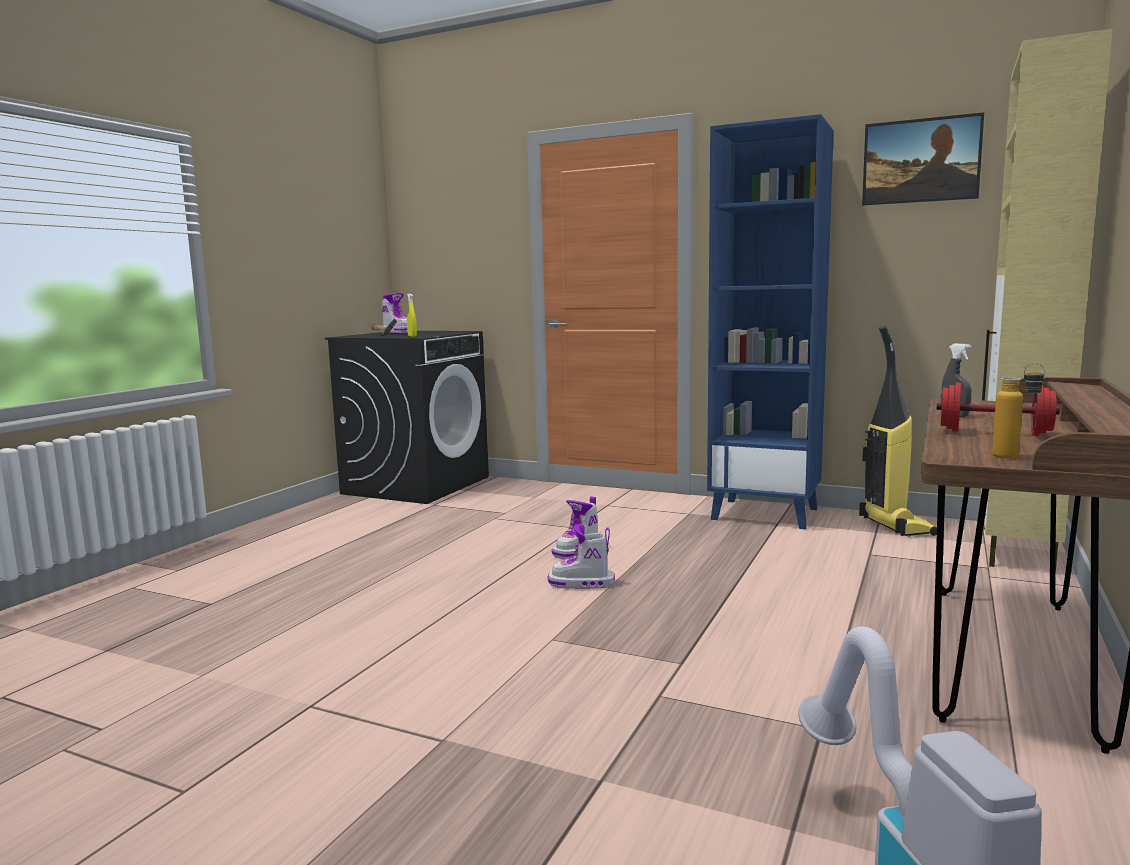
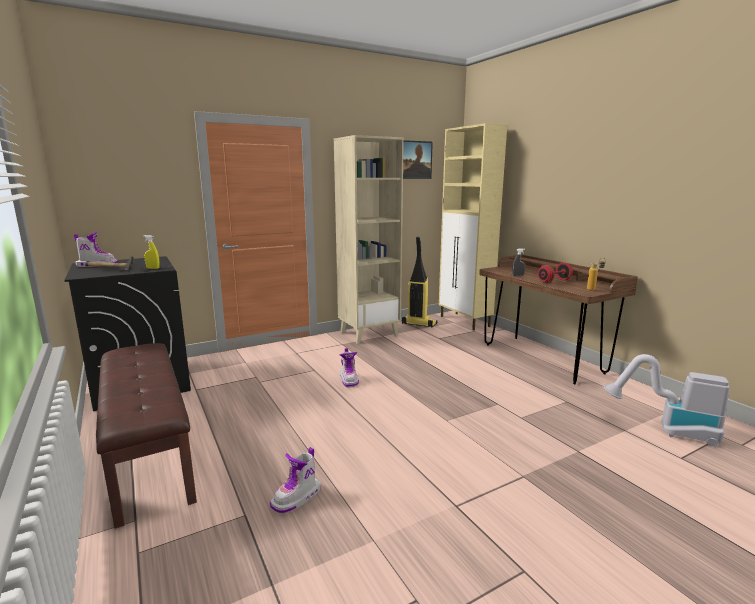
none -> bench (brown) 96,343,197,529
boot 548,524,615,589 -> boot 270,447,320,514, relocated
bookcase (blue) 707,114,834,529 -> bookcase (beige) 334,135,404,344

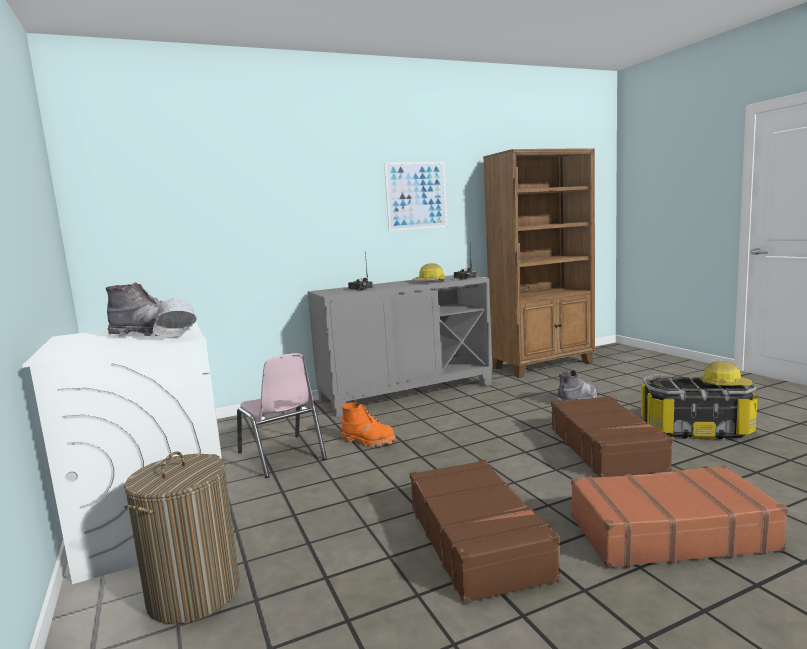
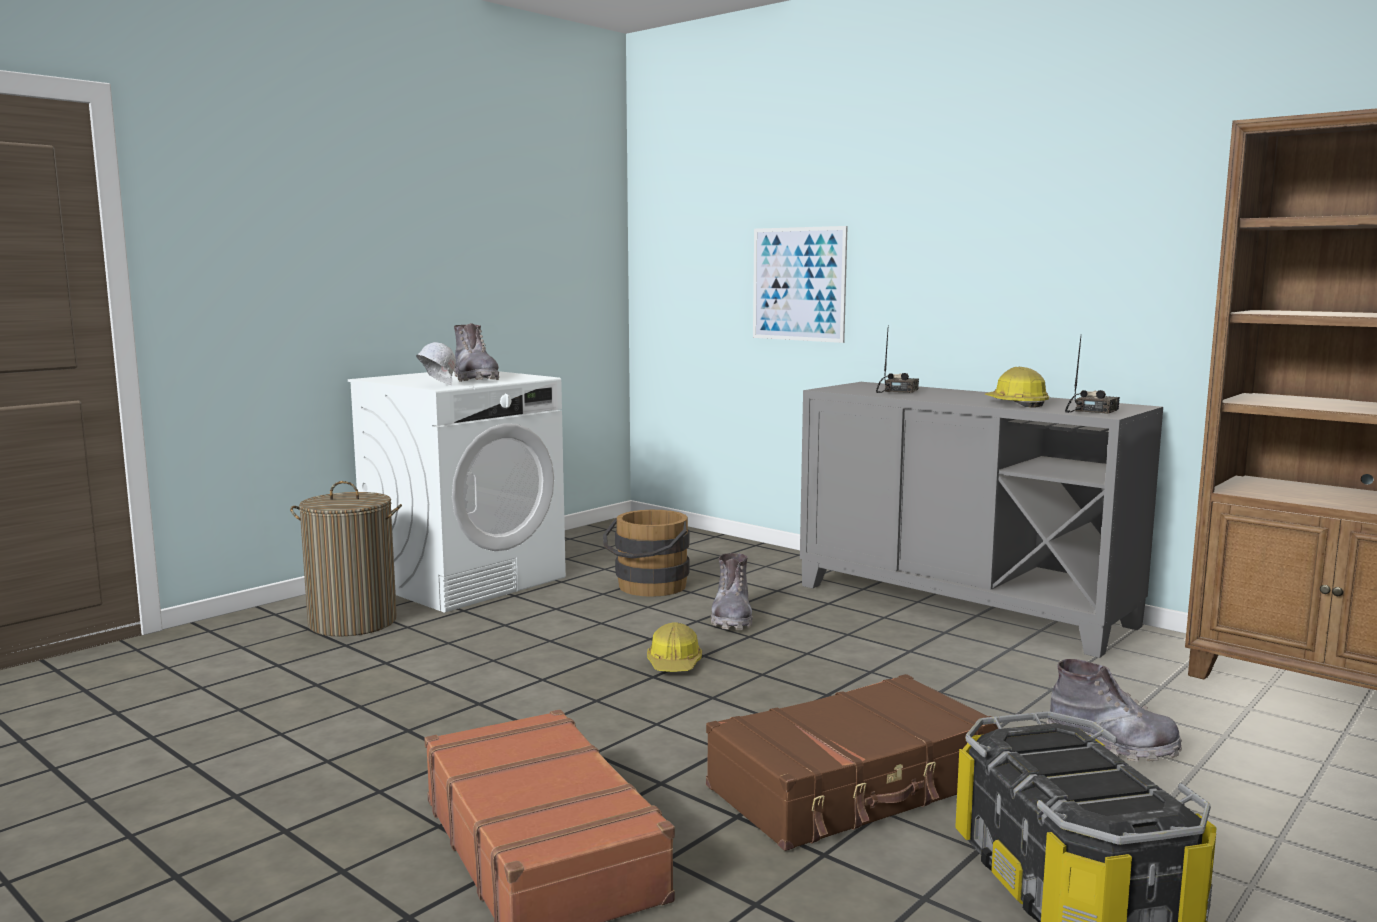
chair (pink) 237,353,327,478 -> bucket (brown) 603,510,689,597
hard hat 700,361,753,386 -> hard hat 647,622,702,672, relocated
boot (orange) 341,402,396,447 -> boot (grey) 711,553,753,630
picture 384,162,448,231 -> picture 753,226,848,343, relocated
suitcase (brown) 410,460,560,604 -> none

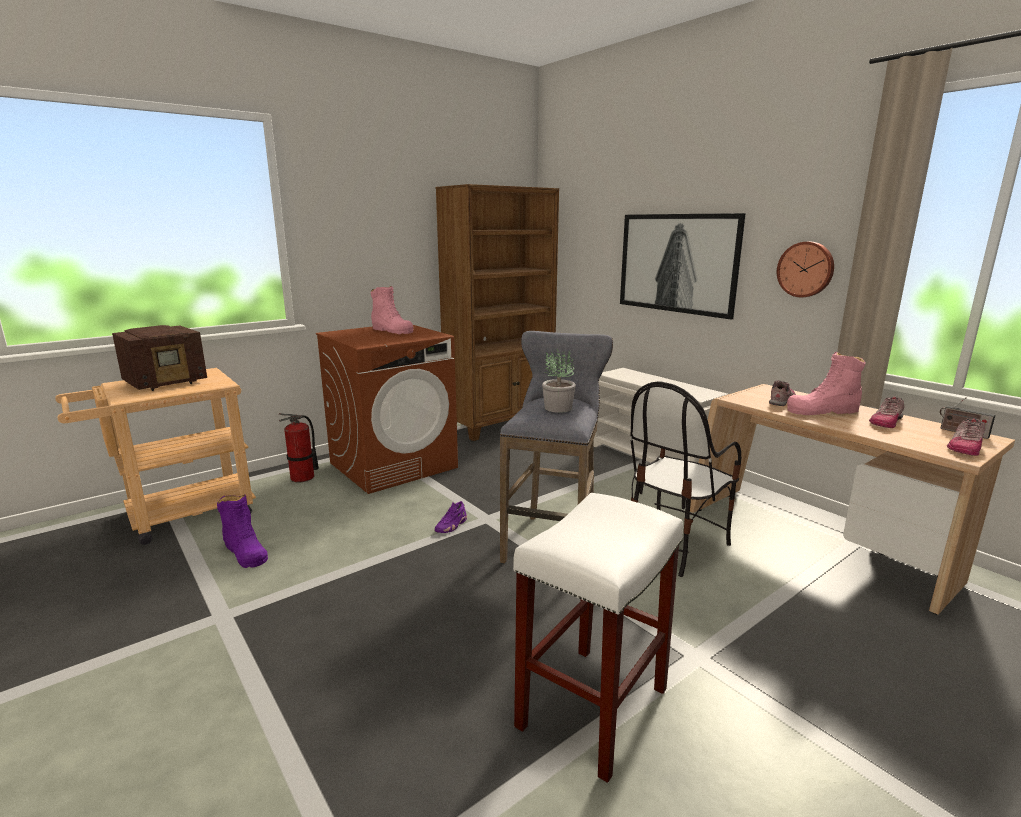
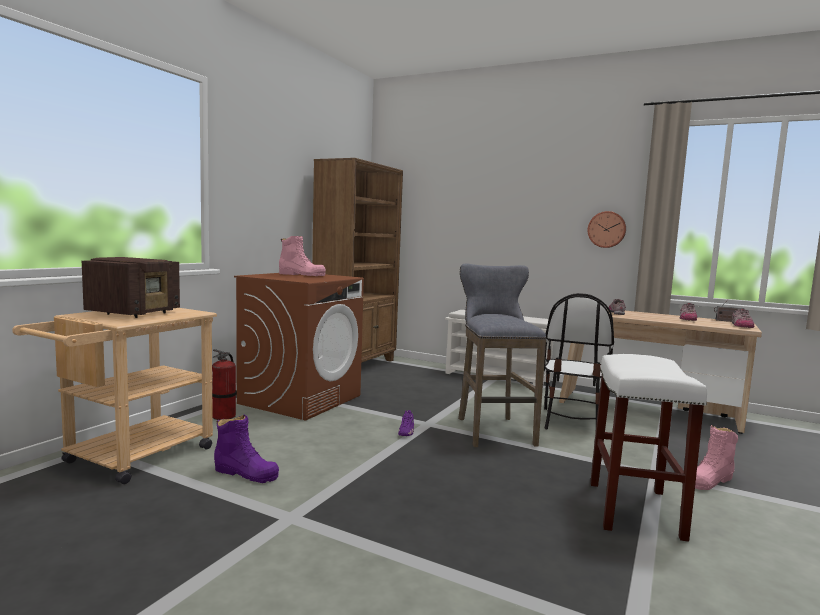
boot (pink) 787,352,865,415 -> boot (pink) 695,425,738,490, relocated
potted plant 542,348,576,413 -> none
picture 620,213,746,320 -> none

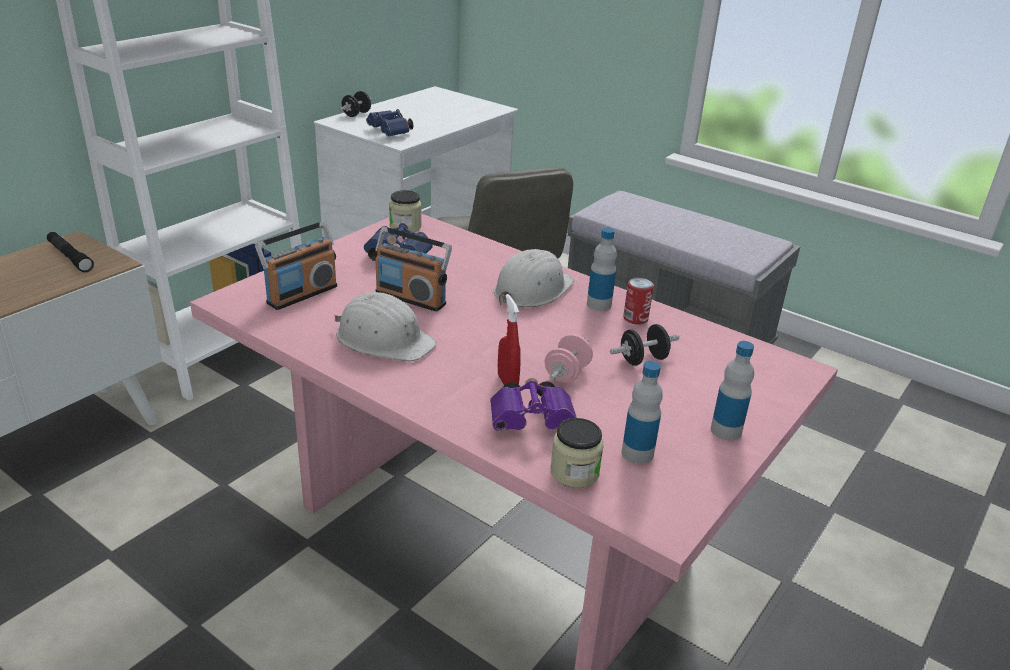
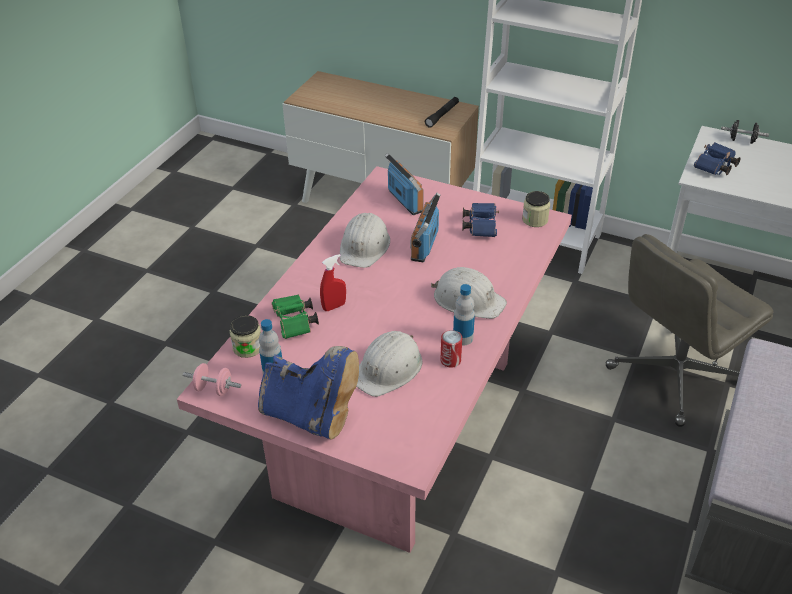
dumbbell (pink) 545,334,593,383 -> dumbbell (pink) 183,363,241,396, relocated
bottle 711,341,754,440 -> boot (blue) 258,346,359,439
binoculars (purple) 490,378,577,431 -> binoculars (green) 272,294,319,339
dumbbell (black) 610,324,679,366 -> hard hat (white) 356,331,422,397
radio 255,221,337,310 -> radio 385,153,424,215, 150 degrees counterclockwise

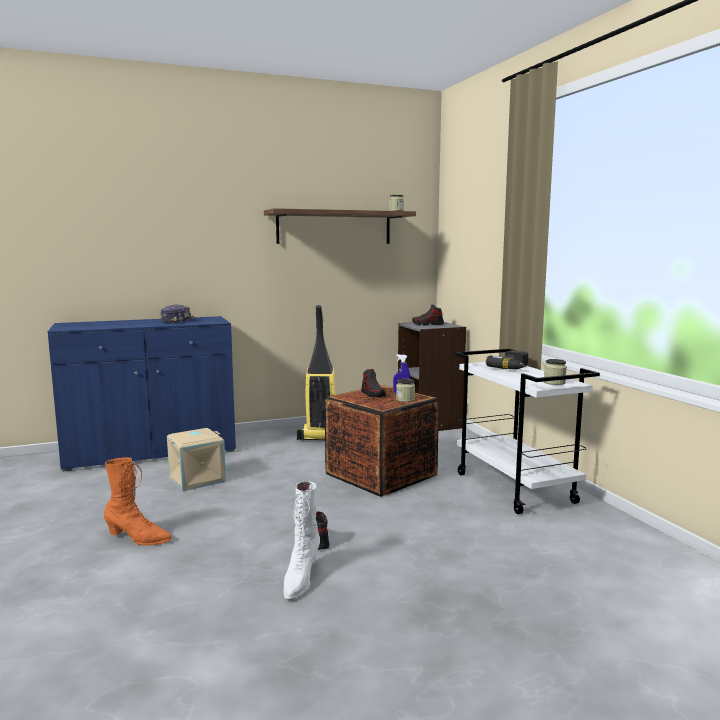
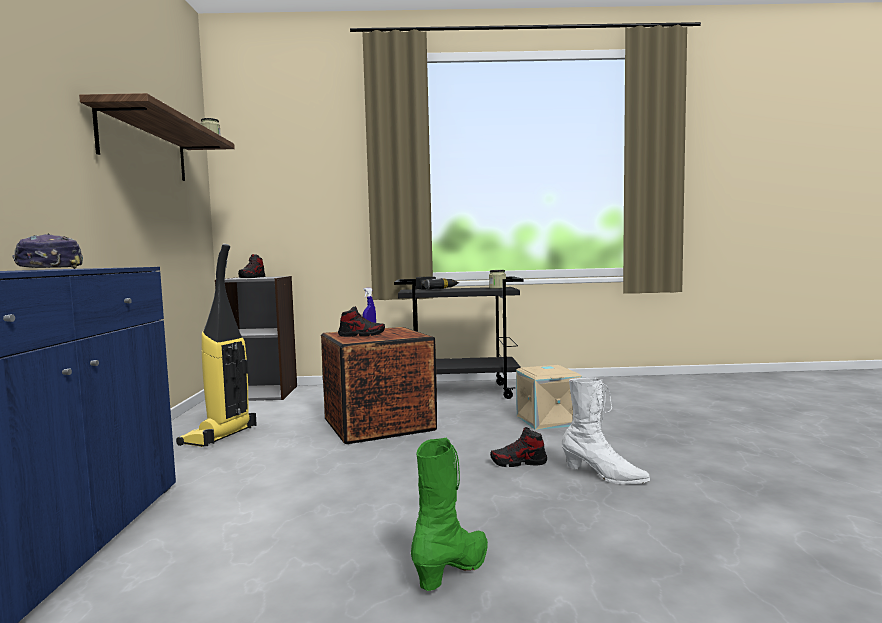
cart (white) 455,349,600,514 -> cart (black) 394,277,524,399
boot (orange) 104,457,172,546 -> boot (green) 411,437,488,591
storage box (beige) 167,428,226,491 -> storage box (beige) 516,365,582,430, relocated
jar 396,379,415,402 -> none

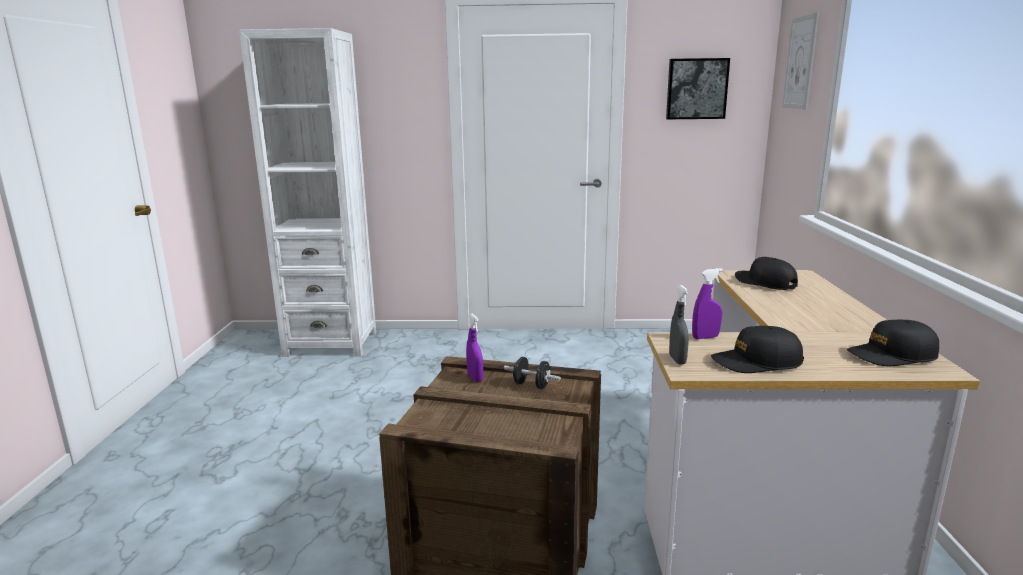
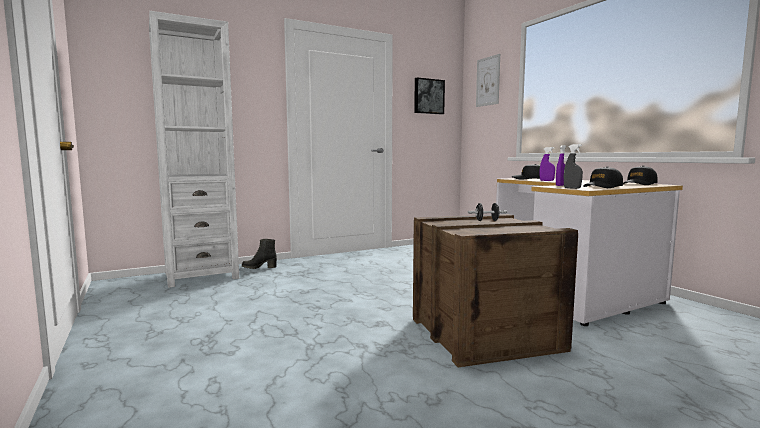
none -> boot (black) 242,239,277,269
spray bottle (purple) 466,314,483,382 -> spray bottle (purple) 540,147,555,181, relocated

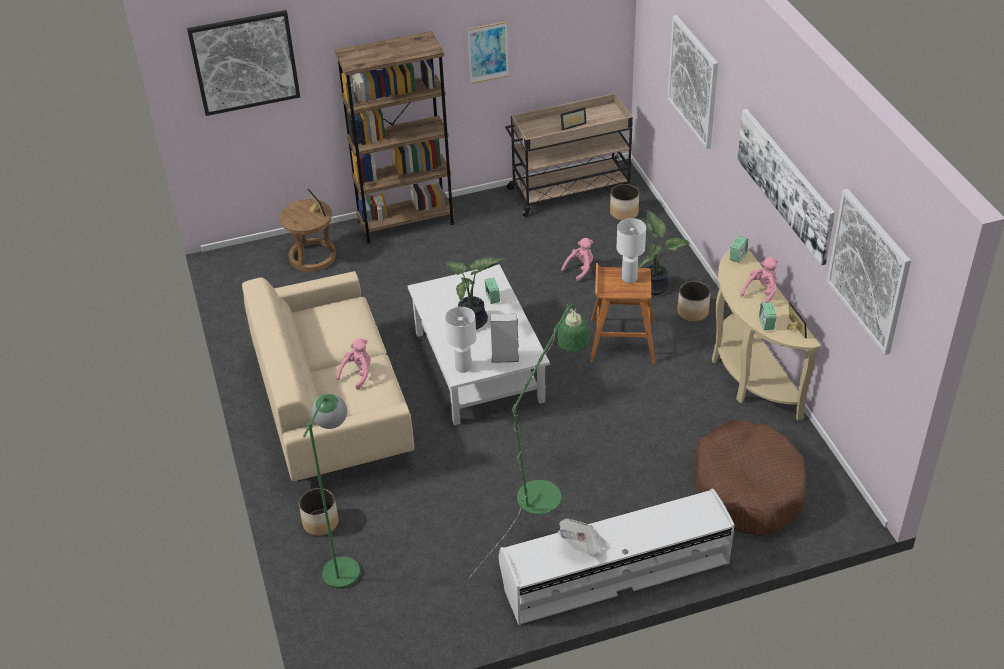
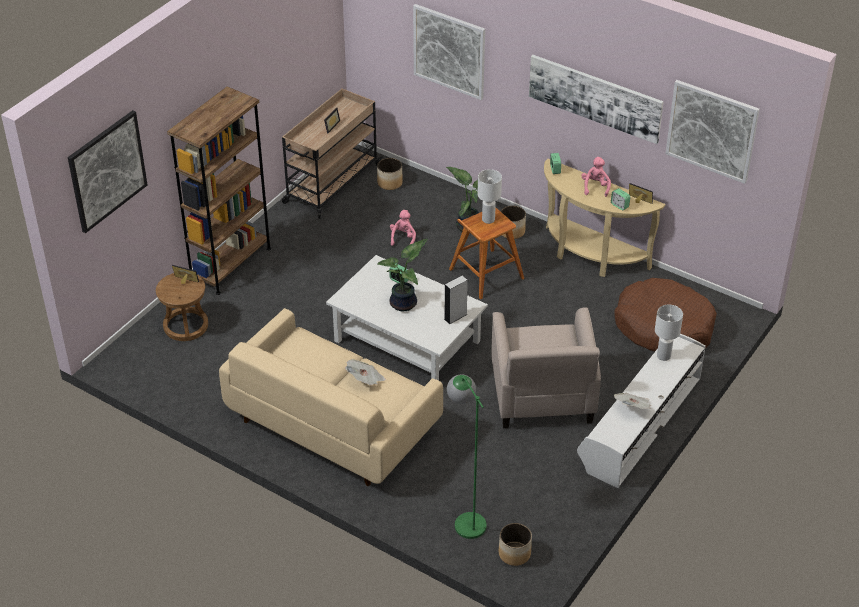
plush toy (pink) 336,338,371,390 -> newspaper 345,359,386,385
floor lamp (green) 468,304,590,579 -> armchair (beige) 491,307,601,428
planter 299,488,339,536 -> planter 499,523,532,566, relocated
table lamp (white) 445,307,476,373 -> table lamp (white) 655,304,683,361, relocated
picture 467,21,509,84 -> none

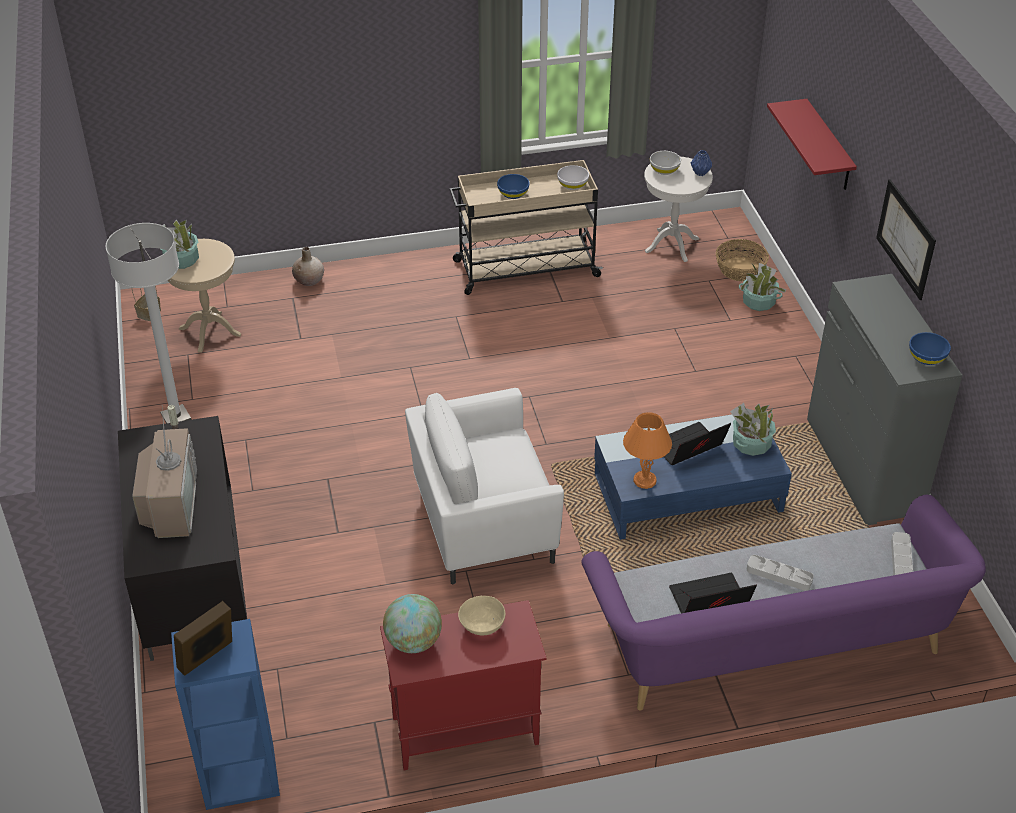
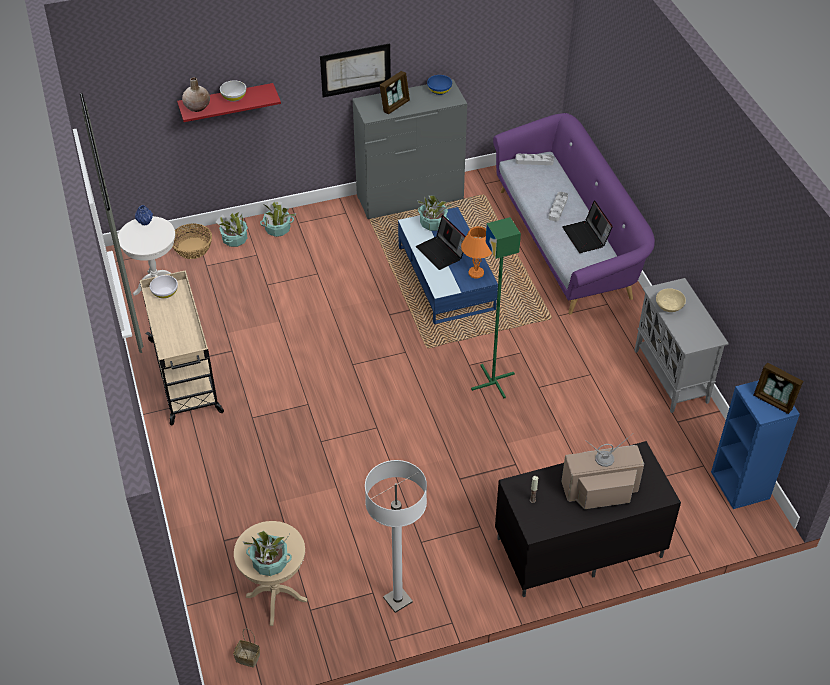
vase (beige) 292,247,324,286 -> vase (beige) 182,77,210,112, relocated
bowl (white) 650,151,681,175 -> bowl (white) 220,80,246,102, relocated
none -> potted plant 260,201,296,237
none -> picture frame 380,71,410,114
armchair (white) 405,388,564,584 -> floor lamp (green) 471,217,521,398
cabinet (red) 380,600,547,770 -> cabinet (grey) 634,278,729,413
globe 383,594,442,653 -> none
bowl (blue) 497,174,530,199 -> none

